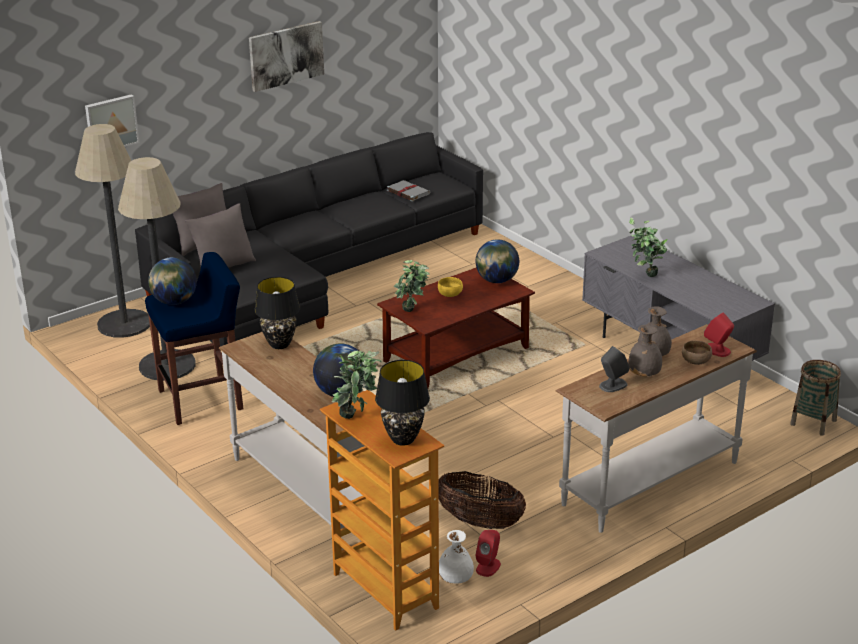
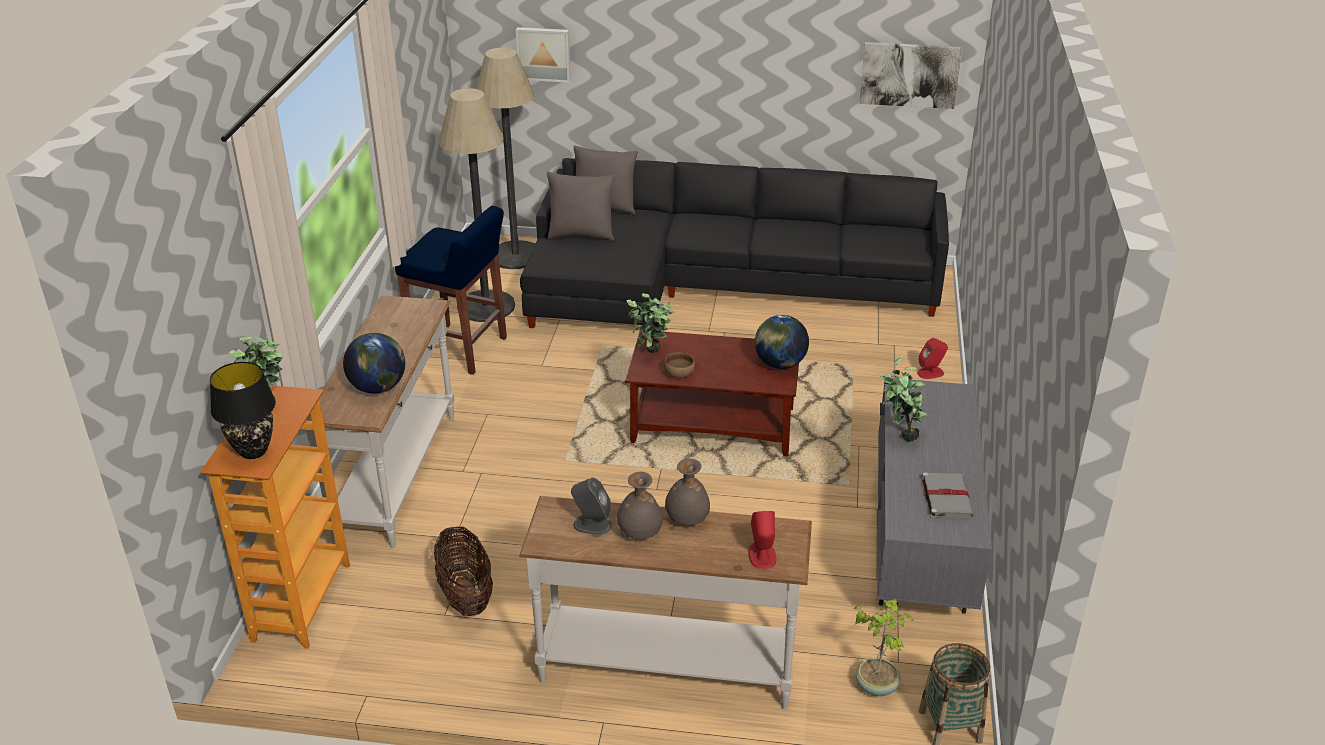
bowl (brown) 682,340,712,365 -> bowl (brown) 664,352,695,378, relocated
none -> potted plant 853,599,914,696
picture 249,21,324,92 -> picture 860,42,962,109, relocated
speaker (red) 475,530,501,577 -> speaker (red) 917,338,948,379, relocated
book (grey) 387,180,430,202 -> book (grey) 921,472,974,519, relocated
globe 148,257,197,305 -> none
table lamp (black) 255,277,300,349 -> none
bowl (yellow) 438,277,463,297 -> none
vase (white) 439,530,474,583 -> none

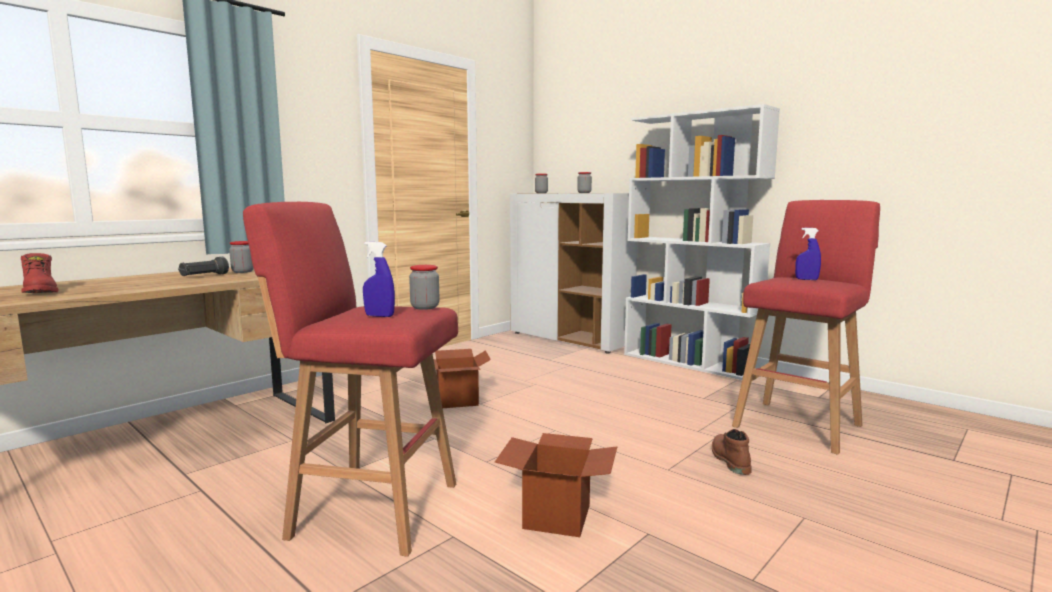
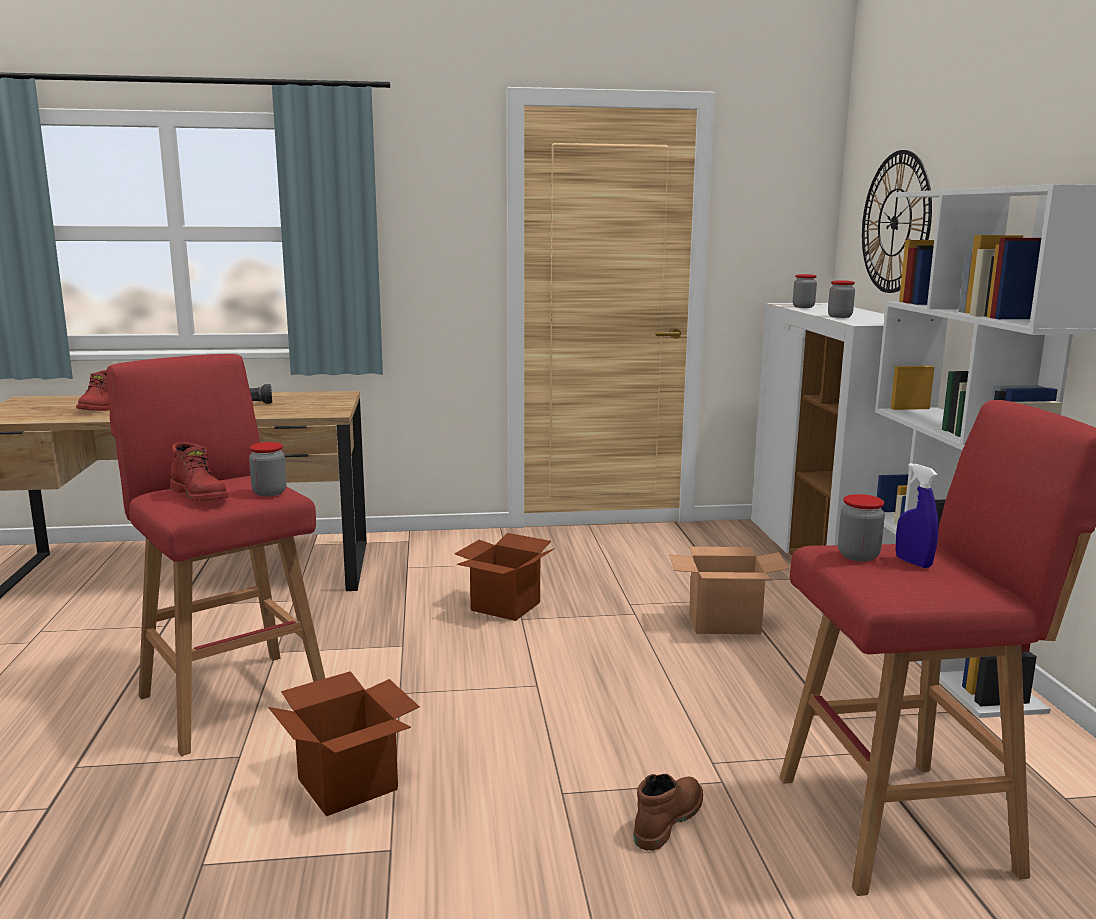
spray bottle (blue) 363,242,395,317 -> boot (red) 170,442,229,501
none -> cardboard box 669,547,789,634
jar 229,241,254,273 -> jar 838,494,885,561, relocated
none -> wall clock 862,150,932,293

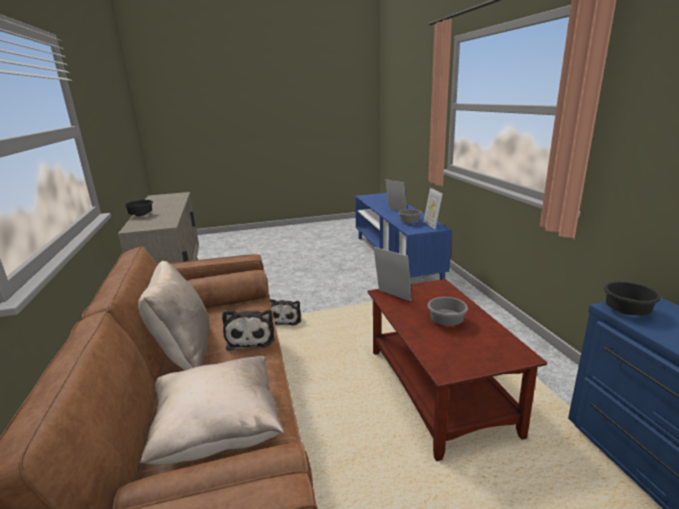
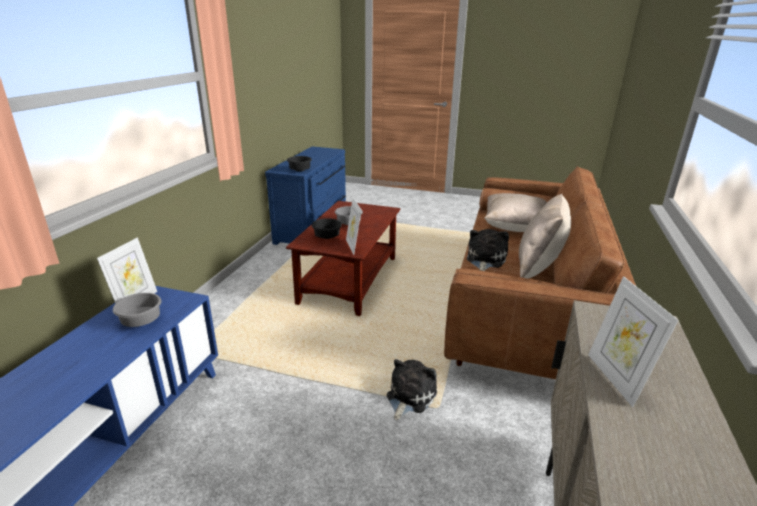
bowl (black) 124,200,153,216 -> bowl (black) 312,218,342,239, relocated
picture frame 385,179,407,211 -> picture frame 588,276,679,407, relocated

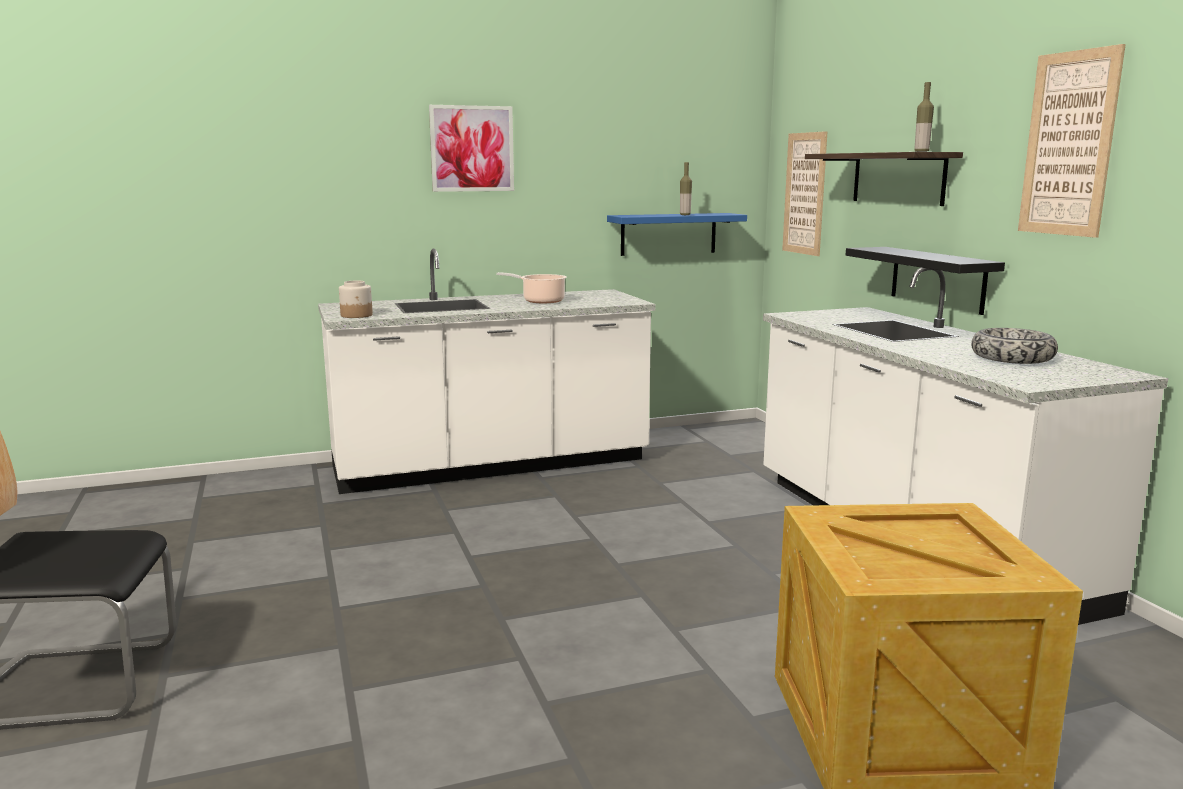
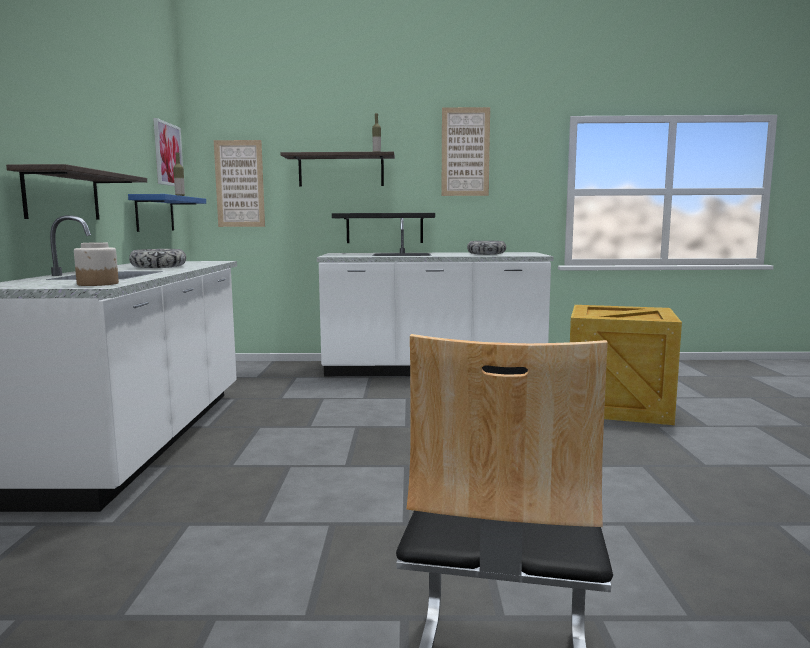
none -> shelf 6,164,147,220
cooking pot 496,272,567,303 -> bowl 129,249,186,268
picture 429,105,514,192 -> picture 153,118,183,186, relocated

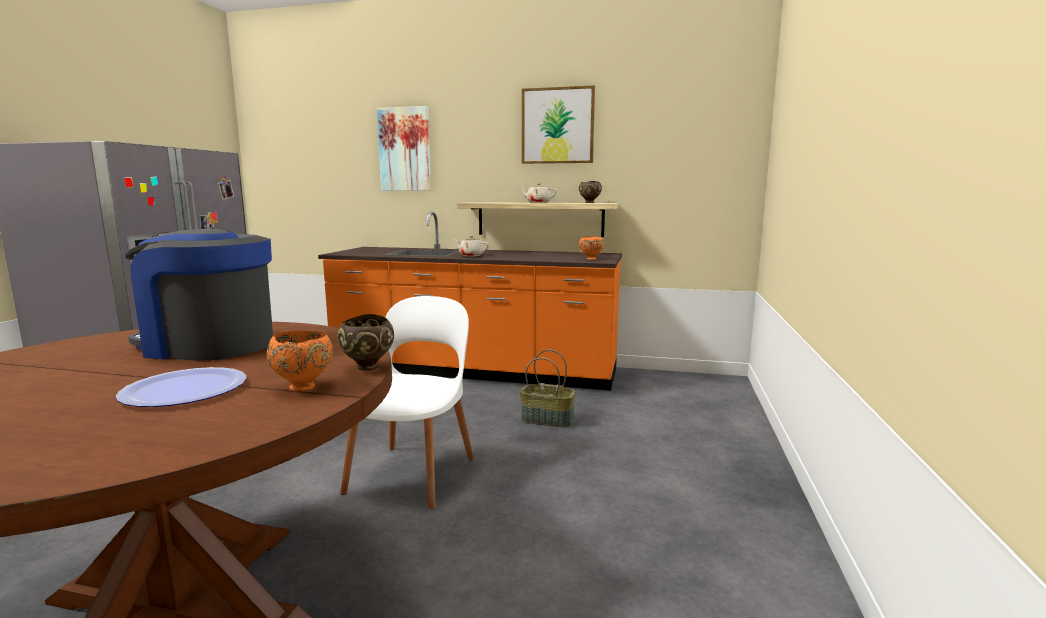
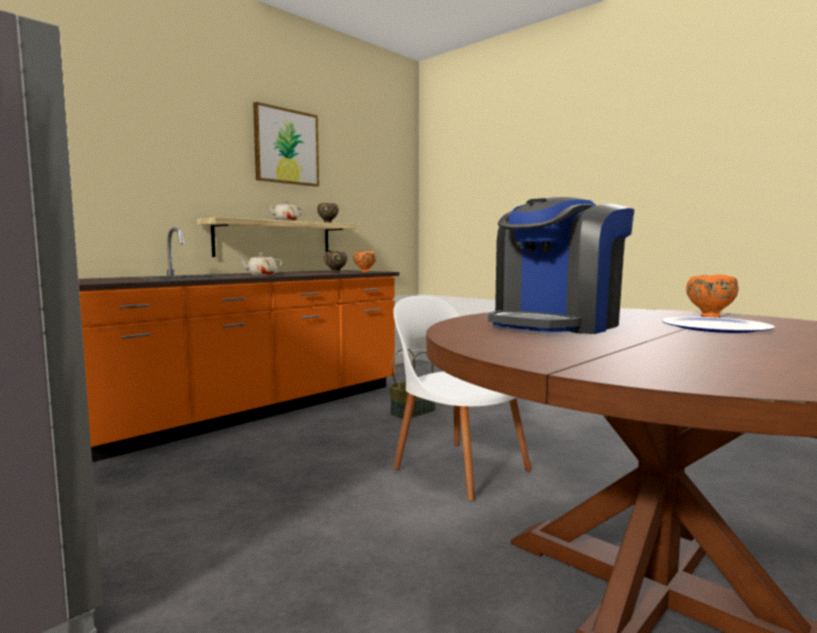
bowl (brown) 337,314,394,371 -> bowl (brown) 324,251,348,273, relocated
picture 377,106,431,191 -> none

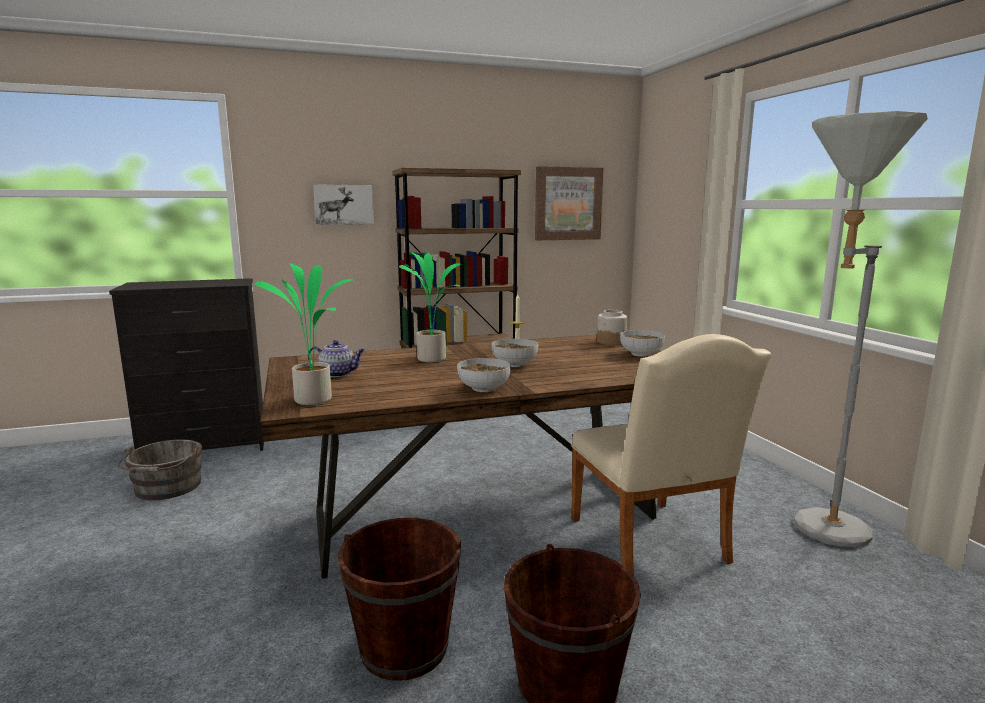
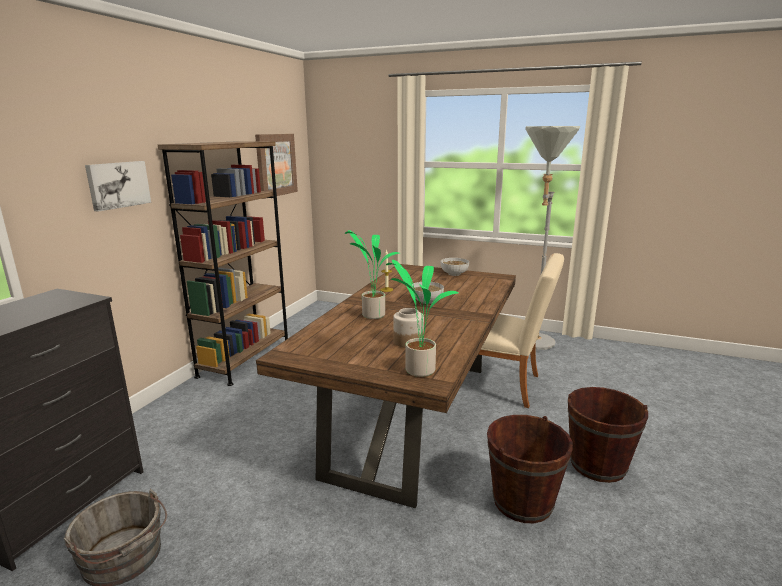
jar 597,310,627,345 -> jar 393,308,424,348, relocated
teapot 308,340,365,377 -> none
bowl 457,358,511,392 -> none

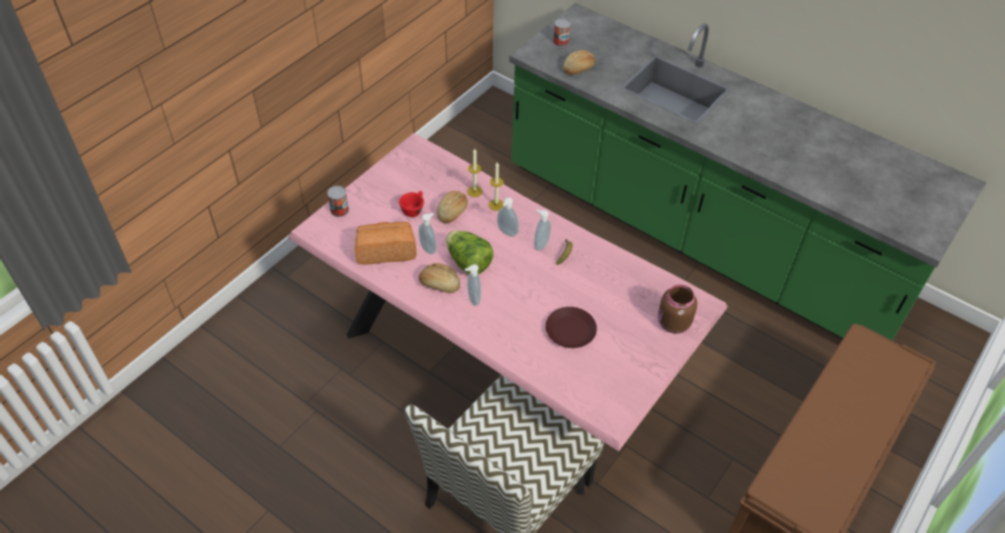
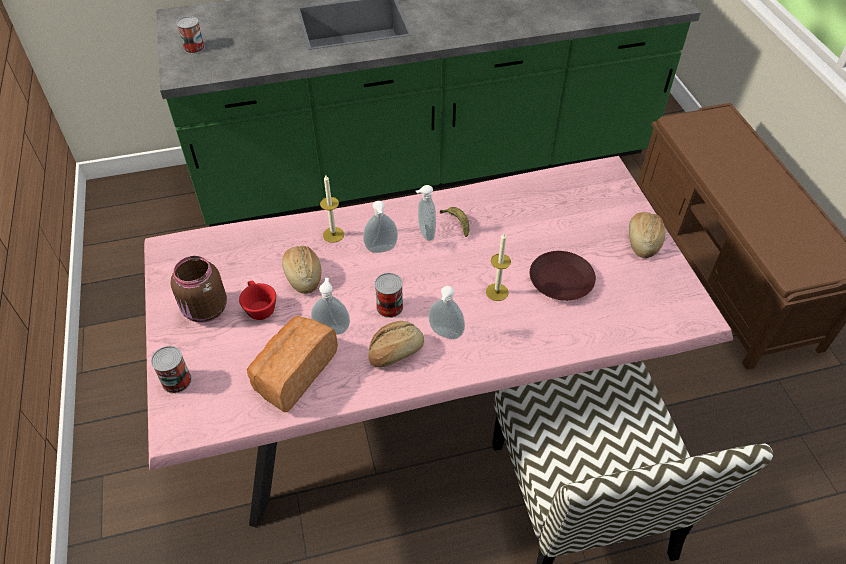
jar (brown) 658,285,697,334 -> jar (brown) 171,256,227,323, relocated
lettuce 446,231,493,275 -> can 375,273,403,318
candle 467,149,483,197 -> candle 486,233,511,301, relocated
bread 563,50,595,75 -> bread 629,212,665,258, relocated

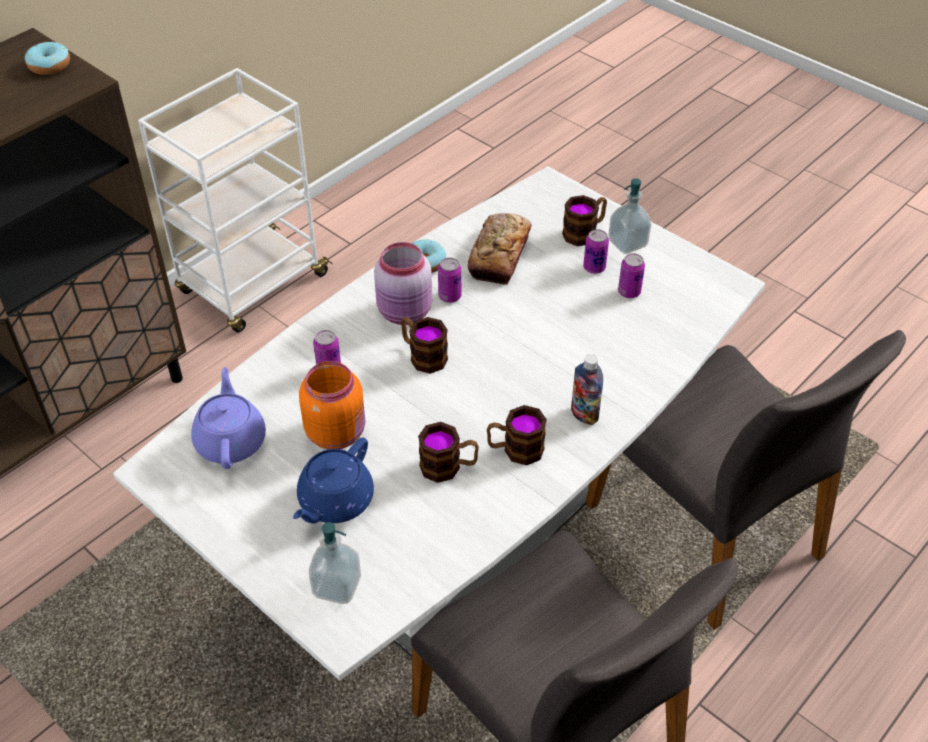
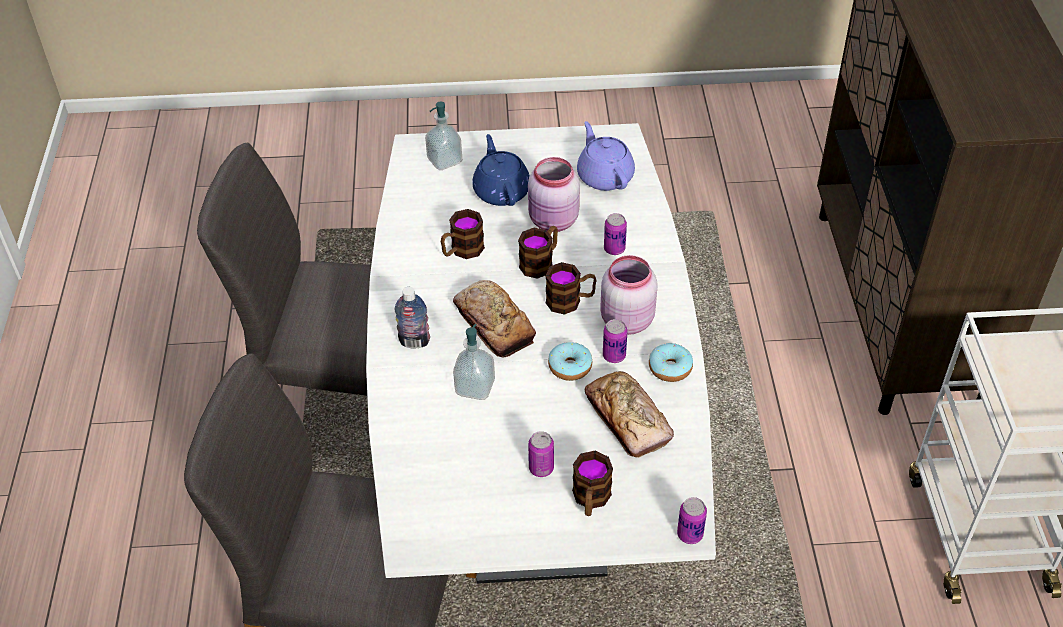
none -> bread 453,280,536,358
soap dispenser 608,179,651,254 -> soap dispenser 453,324,495,400, relocated
mug 487,405,547,466 -> mug 518,226,558,279, relocated
jar (orange) 299,361,365,449 -> jar (pink) 528,157,580,232
donut 25,41,70,75 -> donut 548,342,592,381, relocated
teapot (purple) 191,367,266,469 -> teapot (purple) 577,121,635,191, 150 degrees counterclockwise
can 618,253,645,298 -> can 677,497,707,544, relocated

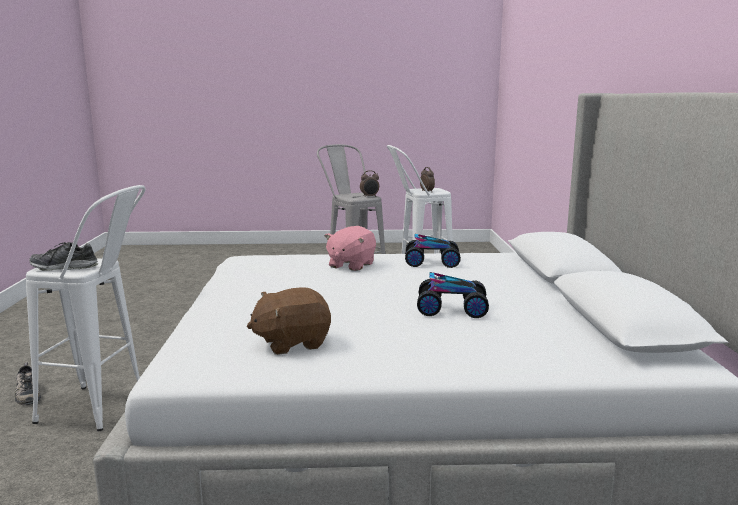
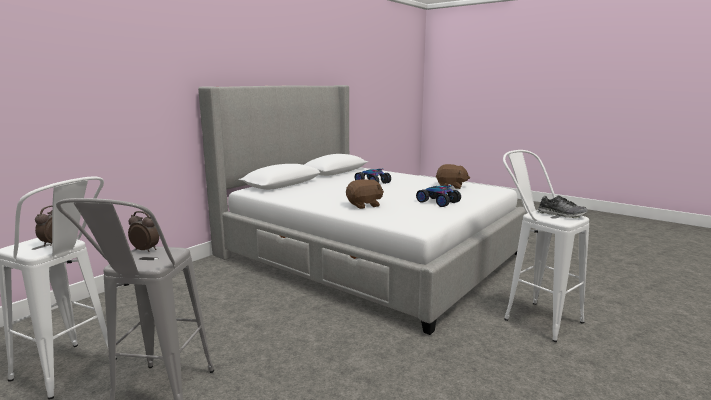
plush toy (pink) 324,226,376,271 -> plush toy (brown) 346,179,384,209
toy car 405,234,461,268 -> toy car 416,185,461,207, relocated
shoe 15,362,41,405 -> none

